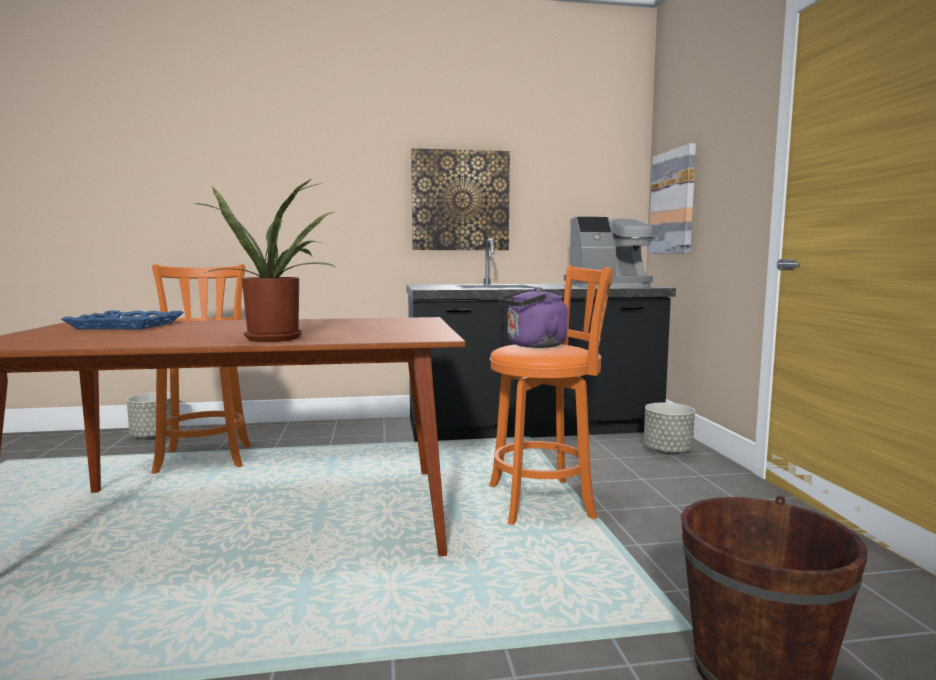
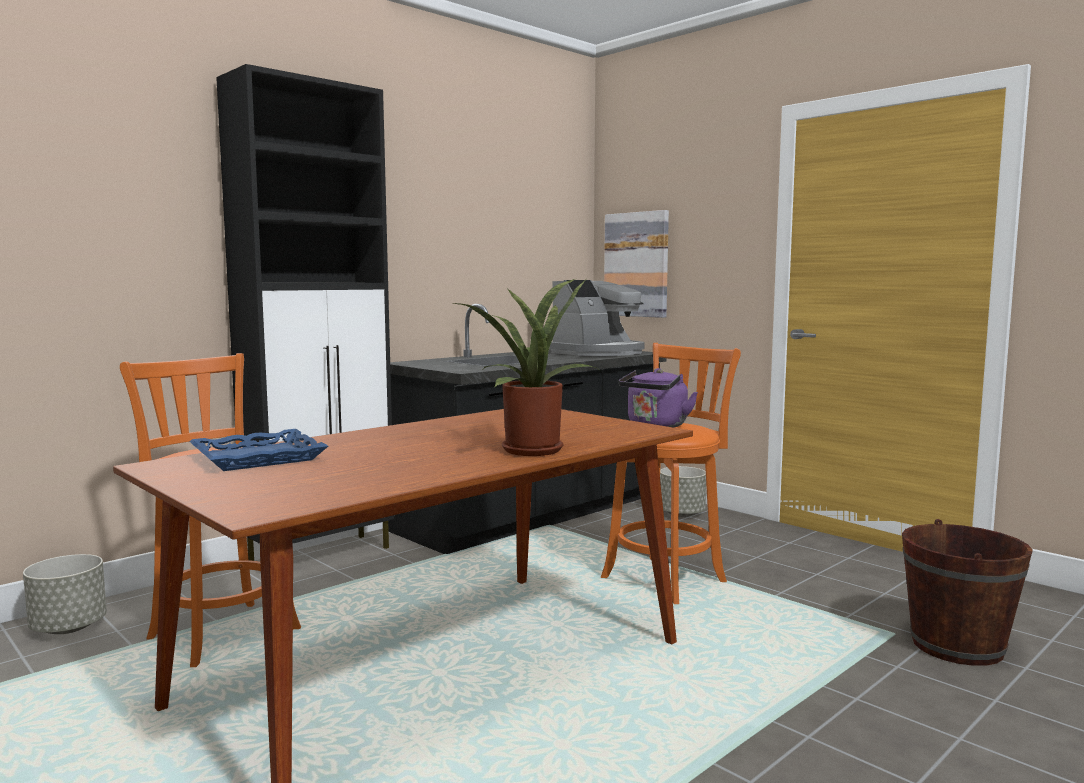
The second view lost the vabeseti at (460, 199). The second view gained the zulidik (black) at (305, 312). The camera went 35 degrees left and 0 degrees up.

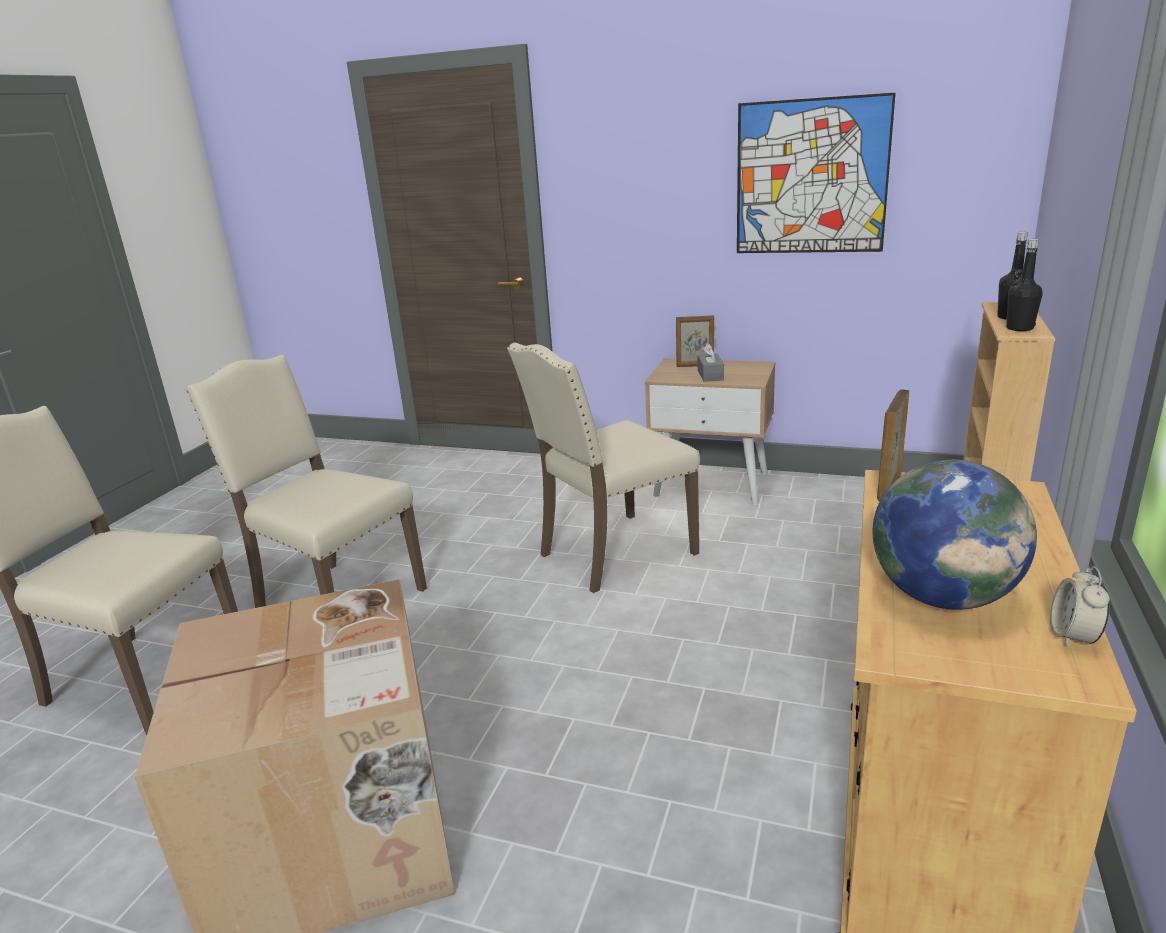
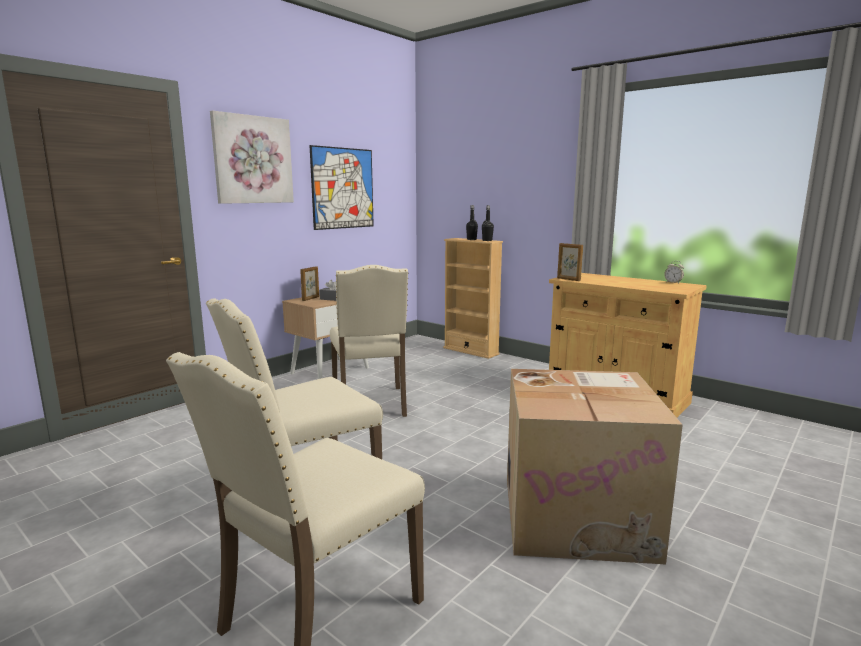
The second view lost the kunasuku at (955, 534). The second view gained the vabeseti at (252, 157). The camera went 70 degrees left and 10 degrees down.

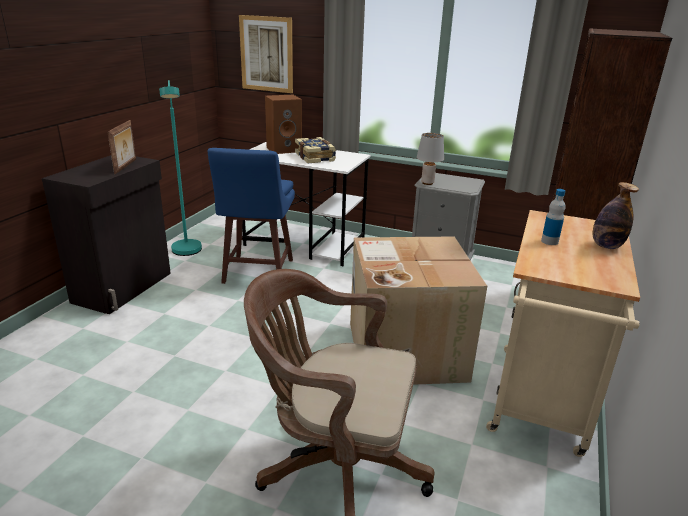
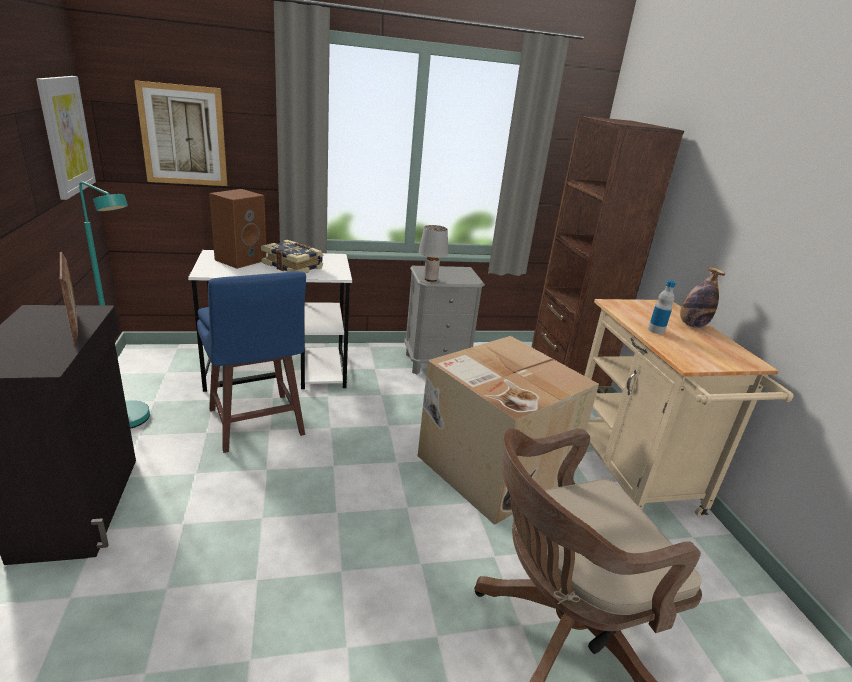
The second view gained the vabeseti at (66, 138). The camera went 35 degrees left and 0 degrees up.

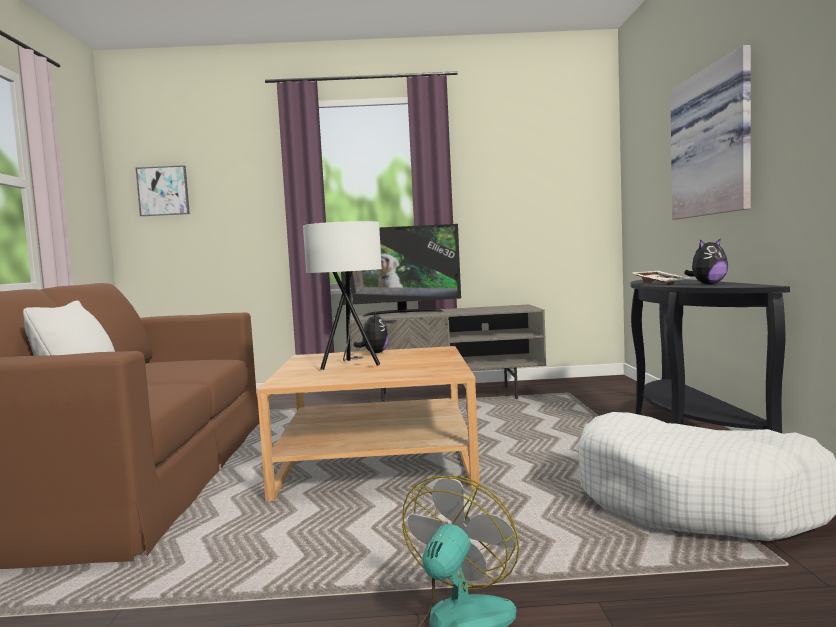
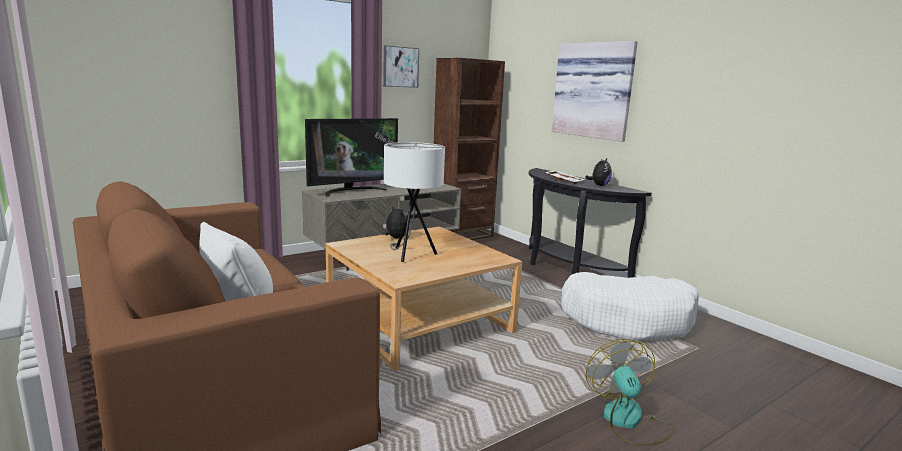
The vabeseti ended up elsewhere, having gone from (163, 190) to (401, 66). The second view gained the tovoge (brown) at (469, 149). The camera went 35 degrees left and 10 degrees up.

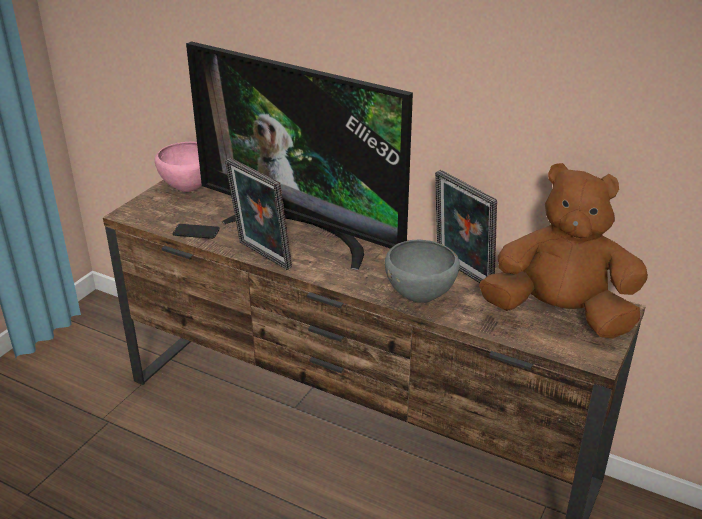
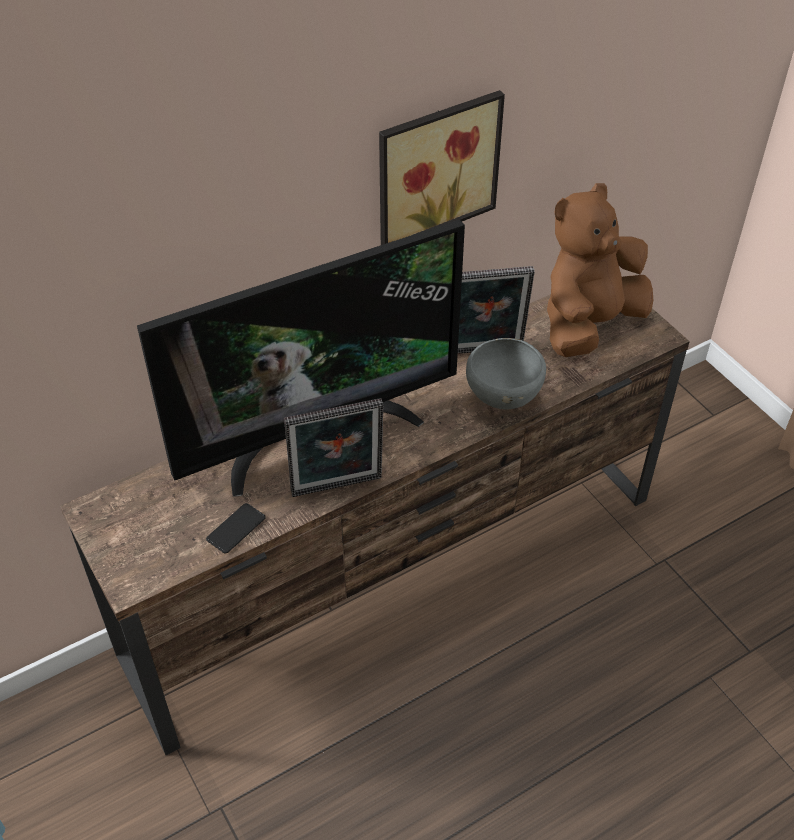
The second view lost the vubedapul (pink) at (178, 167). The second view gained the vabeseti at (442, 167). The camera went 60 degrees left and 15 degrees up.

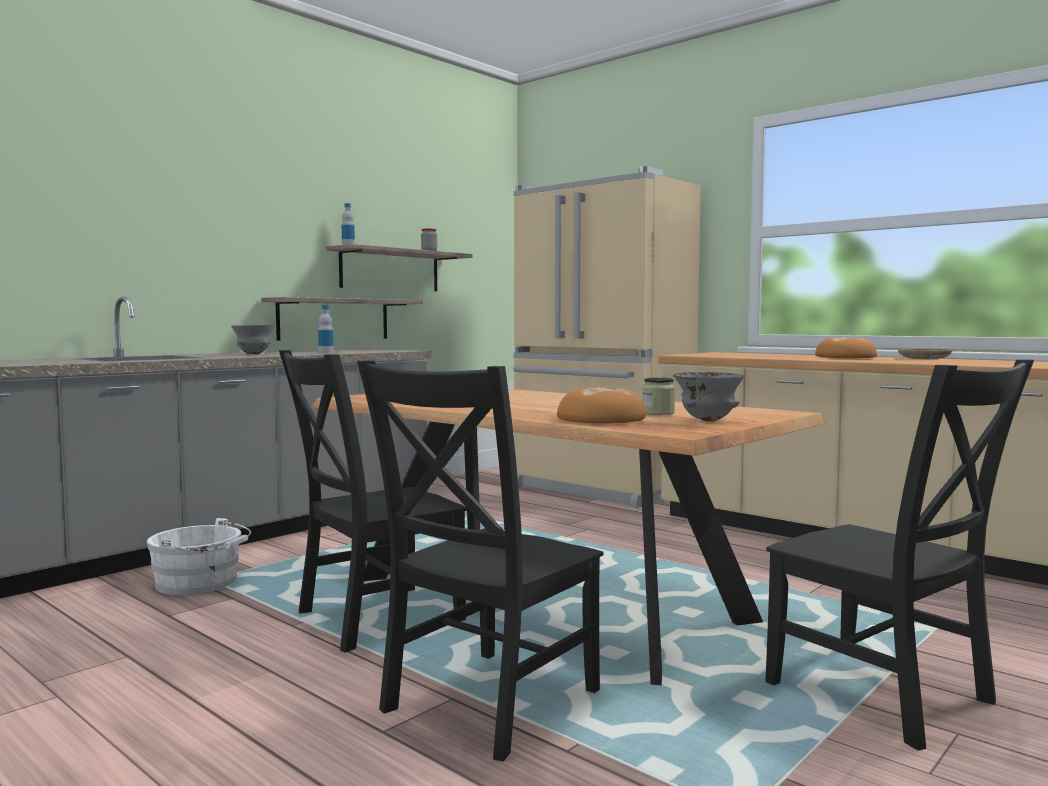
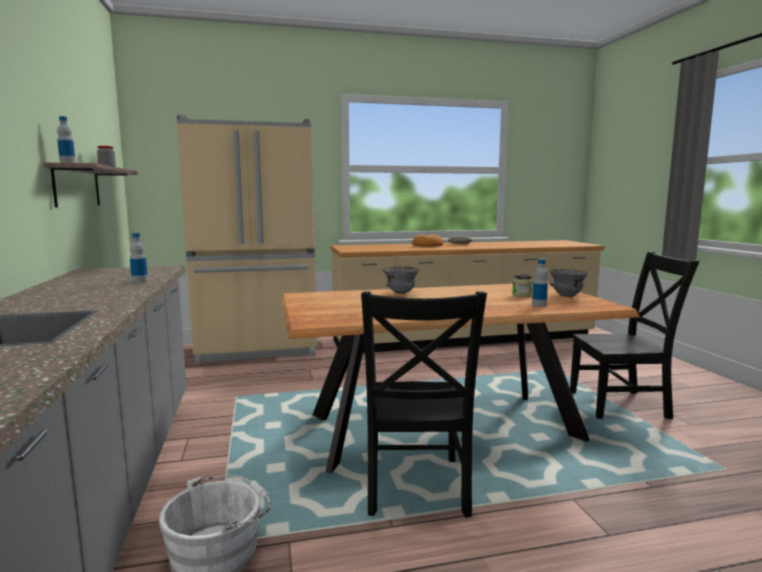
The vubedapul (grey) ended up elsewhere, having gone from (253, 339) to (401, 280). The second view lost the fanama at (342, 319). The second view lost the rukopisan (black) at (480, 560). Where the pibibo stood at (601, 405), the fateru came to stand at (540, 283). The camera went 55 degrees left and 5 degrees up.

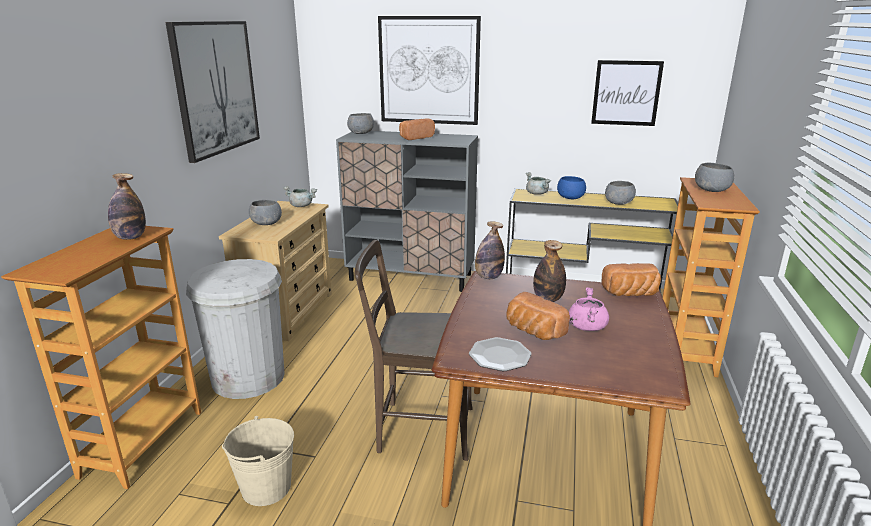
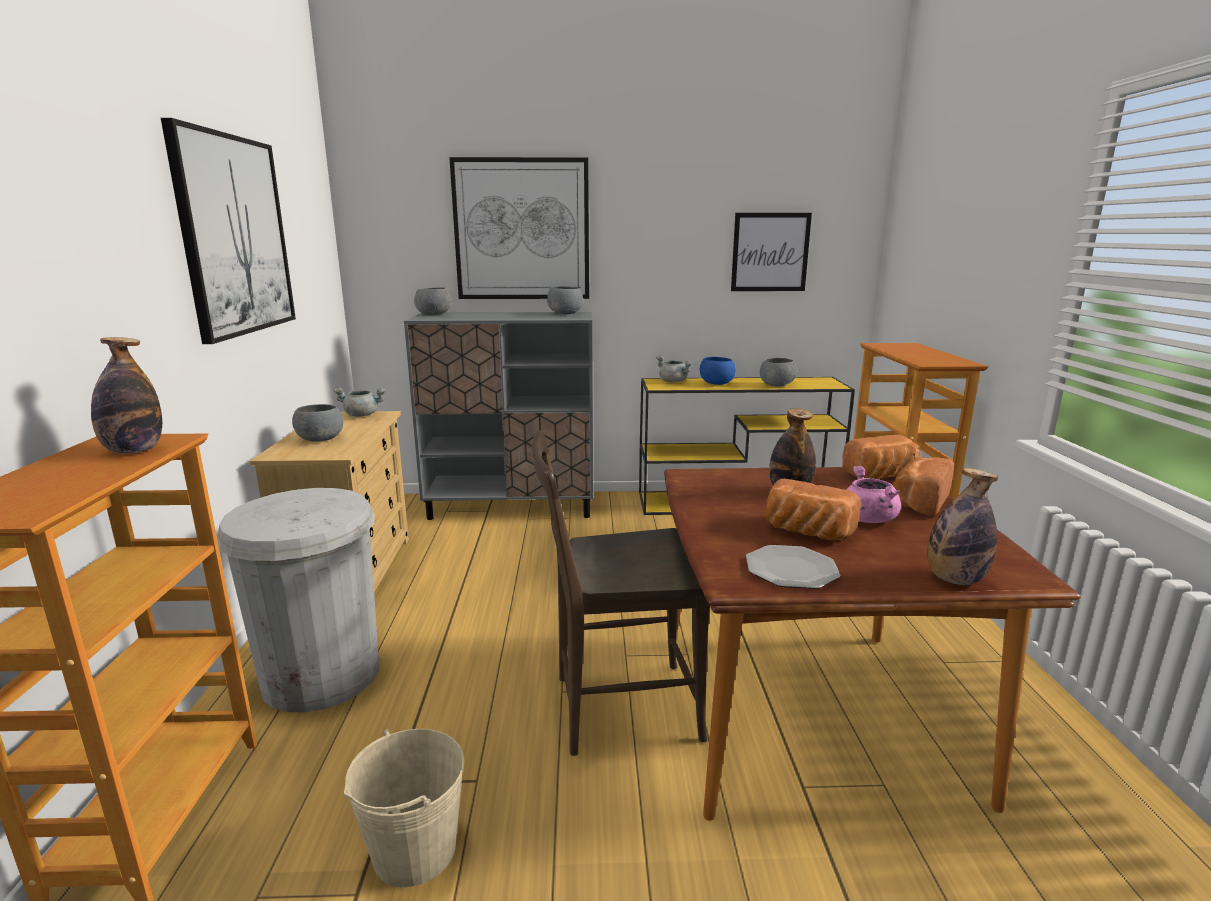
The pibibo ended up elsewhere, having gone from (417, 129) to (923, 486). The fateru ended up elsewhere, having gone from (490, 250) to (963, 526). The vubedapul (grey) ended up elsewhere, having gone from (714, 177) to (565, 300). The camera went 15 degrees left and 5 degrees down.

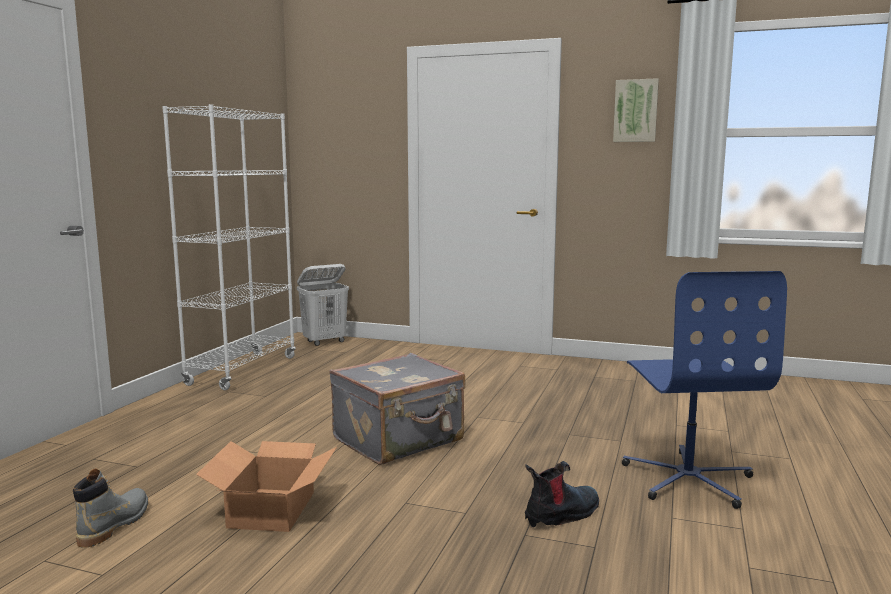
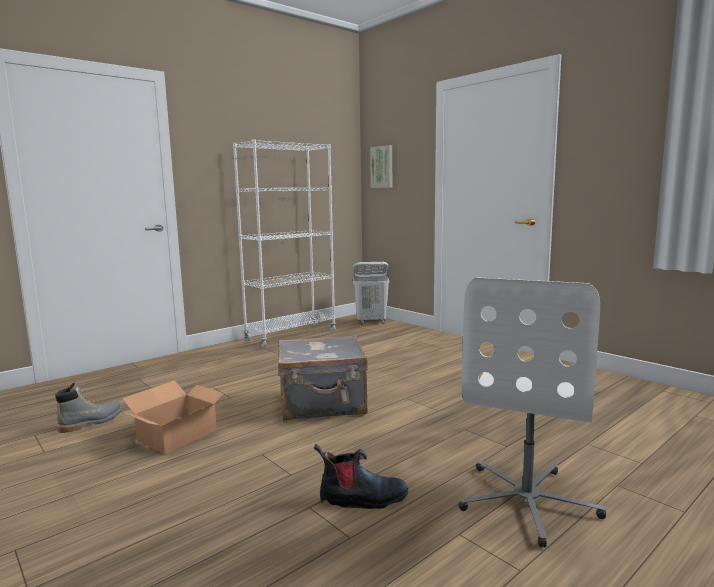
The vabeseti ended up elsewhere, having gone from (636, 110) to (381, 166). What was the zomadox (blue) at (704, 390) turned into the zomadox (white) at (532, 412). The camera went 30 degrees right and 0 degrees up.

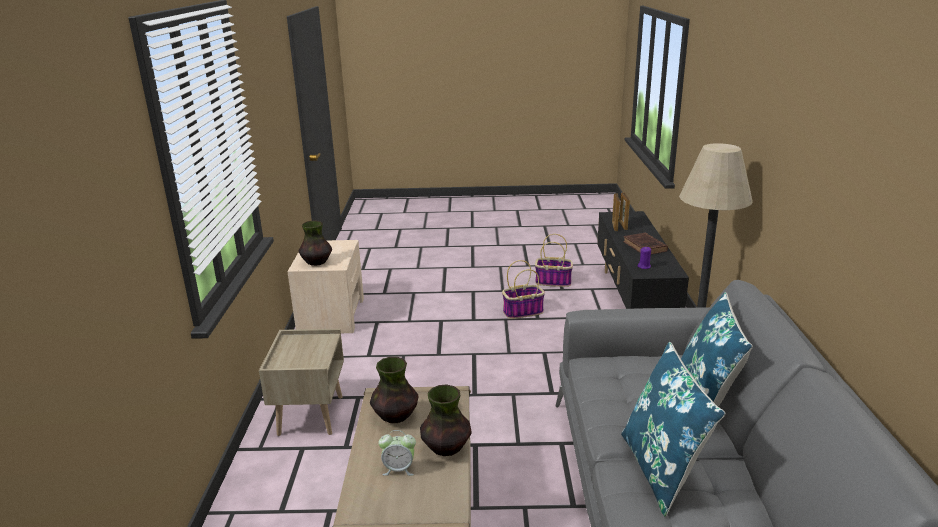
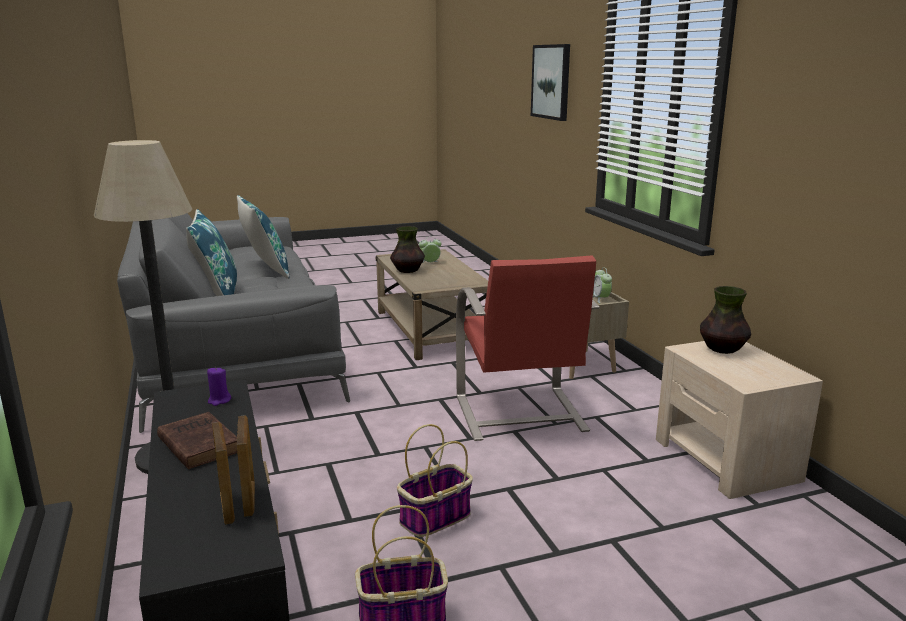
The second view lost the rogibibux at (394, 390). The second view gained the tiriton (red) at (528, 348). The second view gained the vabeseti at (550, 82). The second view gained the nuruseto at (602, 285). The camera went 160 degrees right and 5 degrees down.

